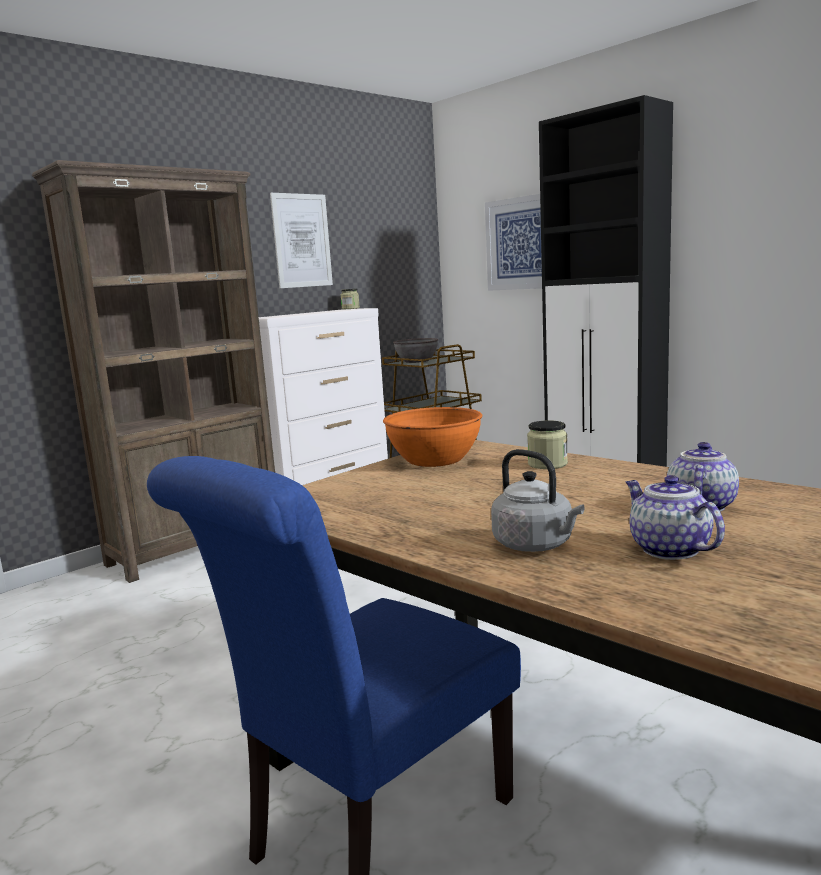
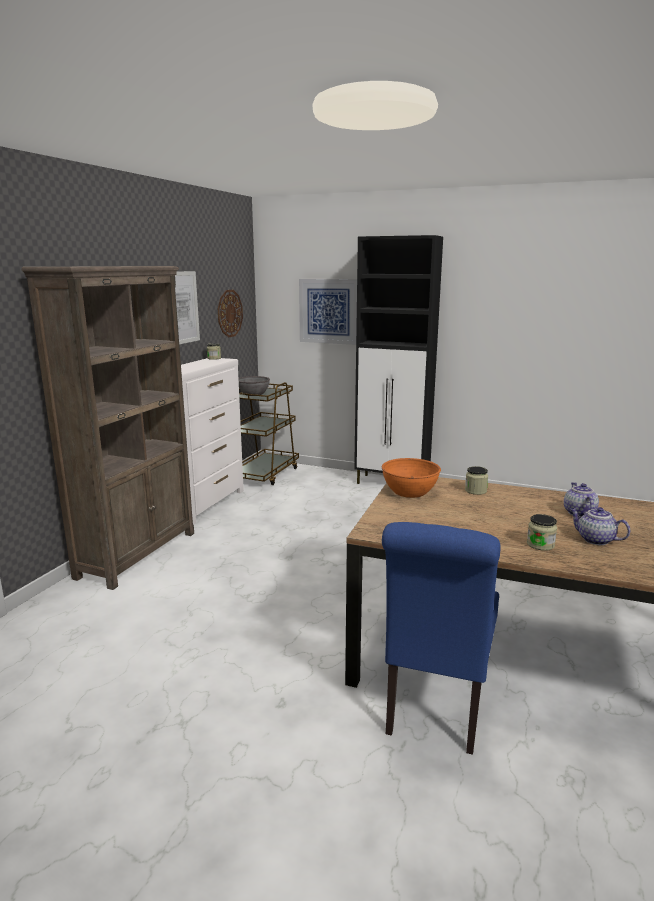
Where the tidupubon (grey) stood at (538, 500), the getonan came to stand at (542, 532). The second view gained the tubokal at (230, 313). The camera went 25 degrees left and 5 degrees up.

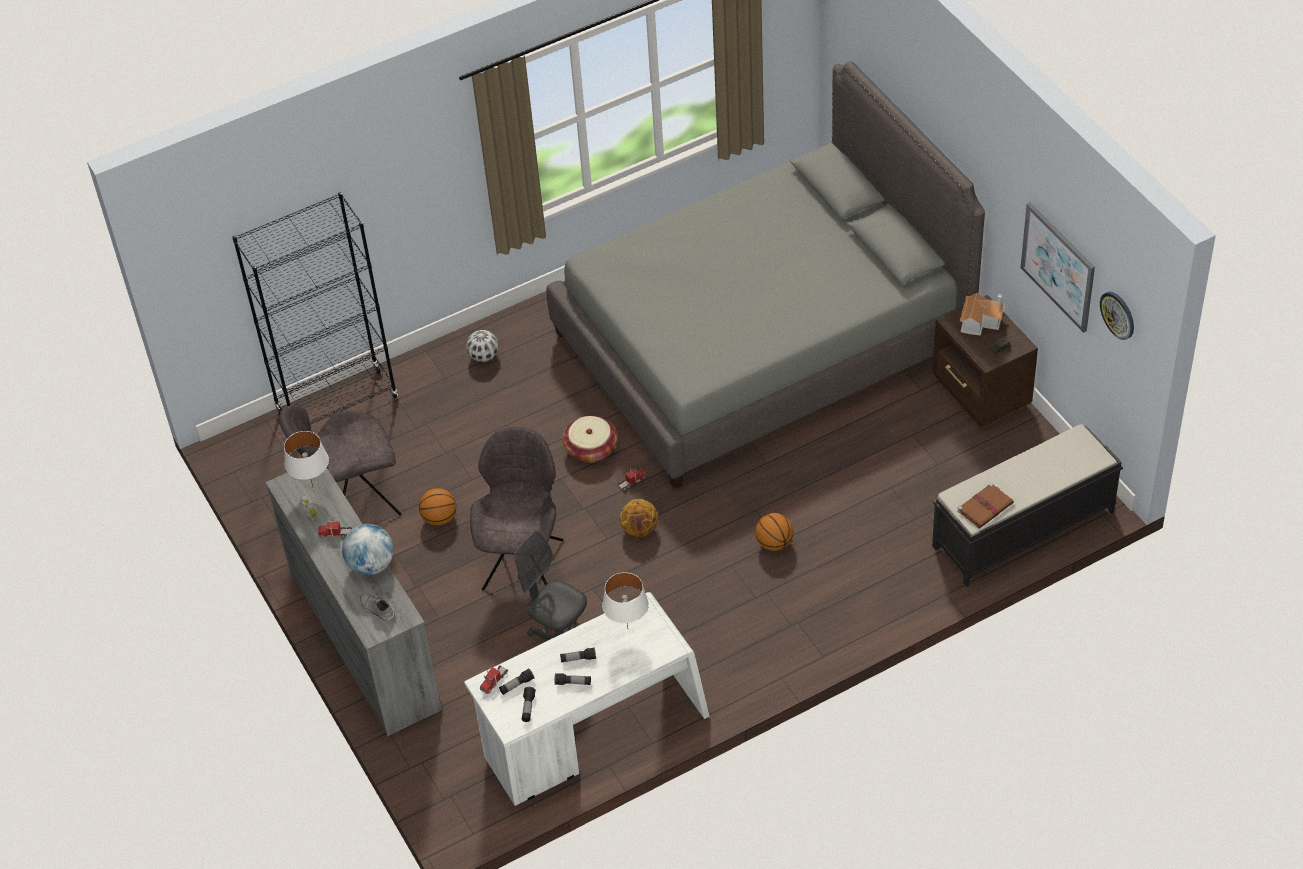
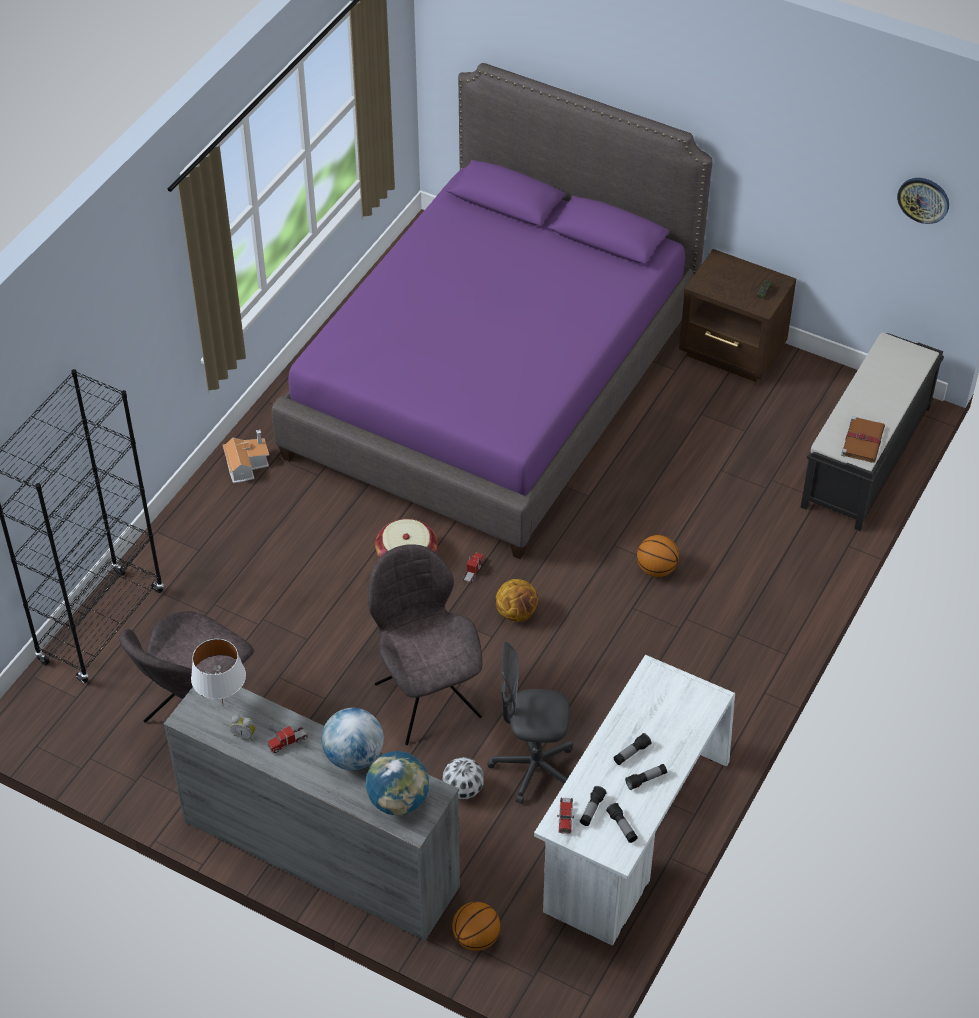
Where the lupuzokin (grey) stood at (377, 607), the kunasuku came to stand at (397, 783). The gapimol ended up elsewhere, having gone from (437, 507) to (476, 926). The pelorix ended up elsewhere, having gone from (482, 346) to (463, 778). What was the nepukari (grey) at (765, 275) turned into the nepukari (purple) at (492, 311). The second view lost the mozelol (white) at (625, 600). The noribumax ended up elsewhere, having gone from (982, 314) to (246, 456). The second view lost the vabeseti at (1058, 267). The camera went 35 degrees left and 0 degrees up.

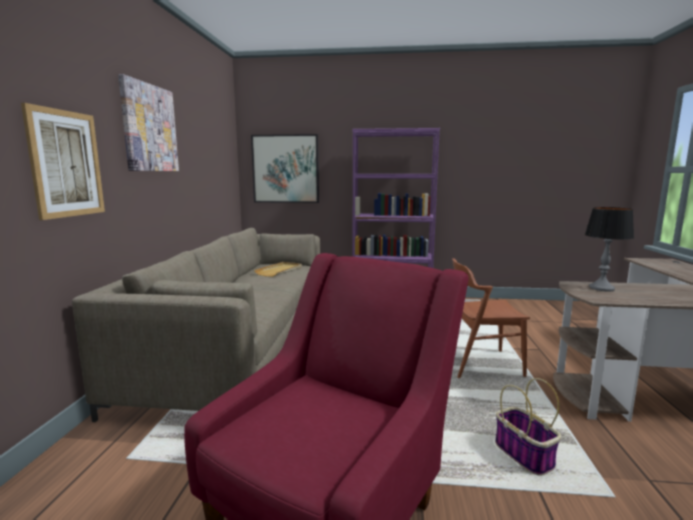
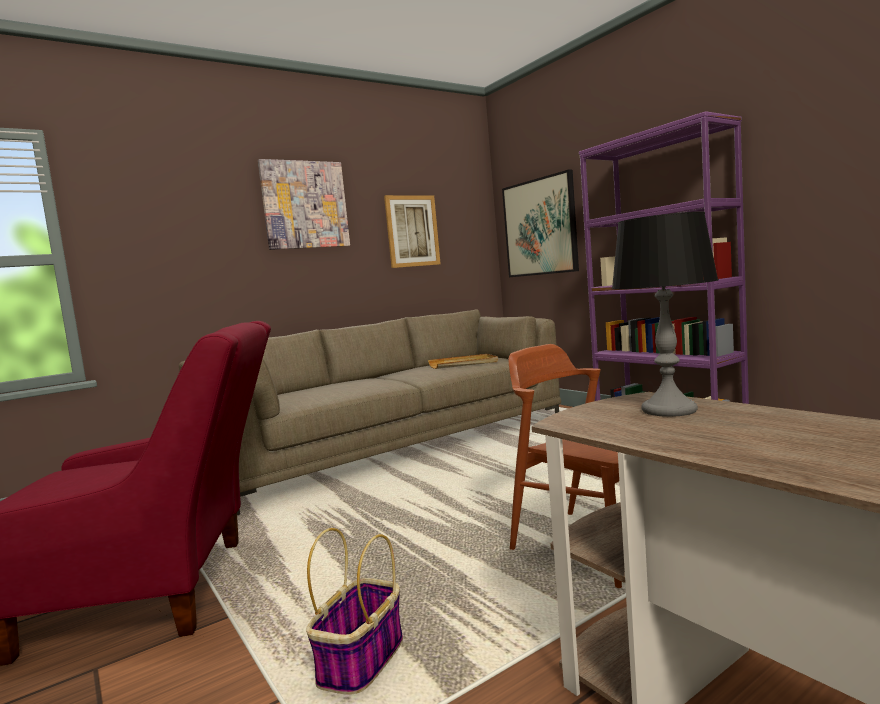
The vabeseti ended up elsewhere, having gone from (63, 161) to (412, 231). The camera went 50 degrees right and 5 degrees down.

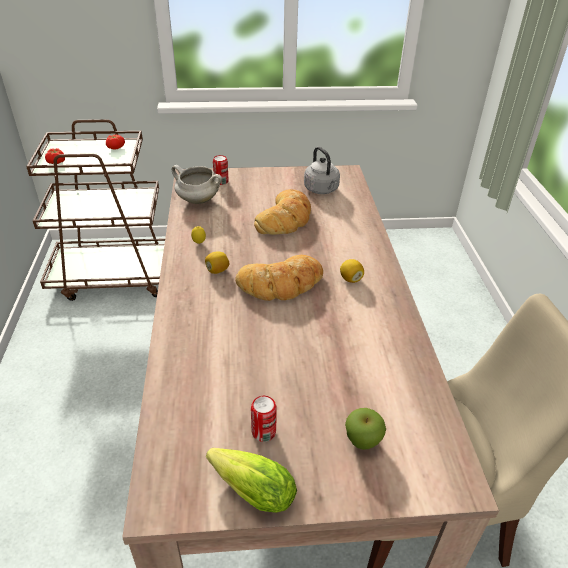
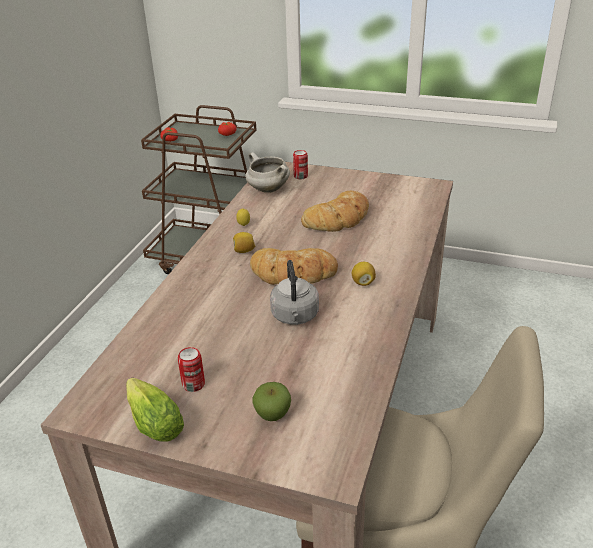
The tidupubon (grey) ended up elsewhere, having gone from (322, 170) to (294, 292). The camera went 25 degrees right and 5 degrees down.

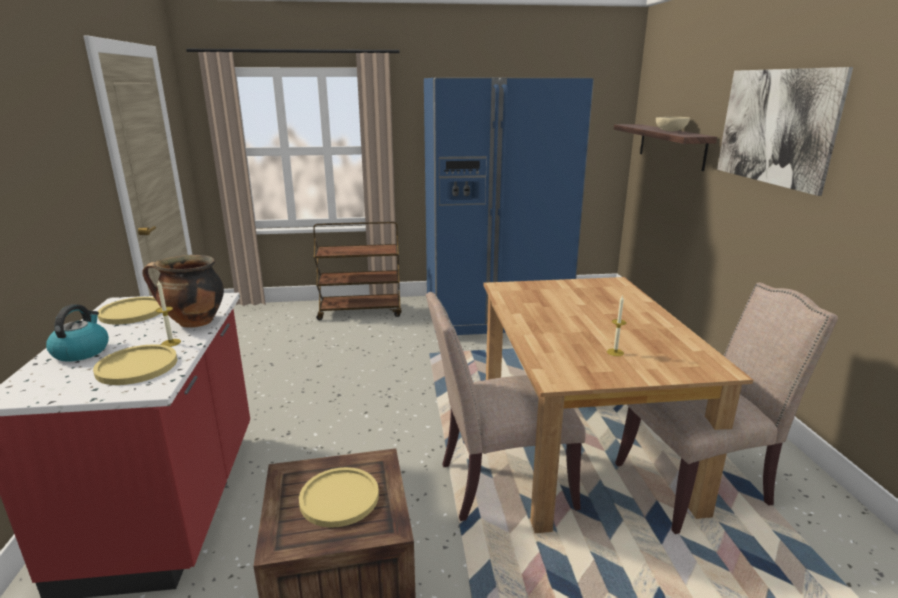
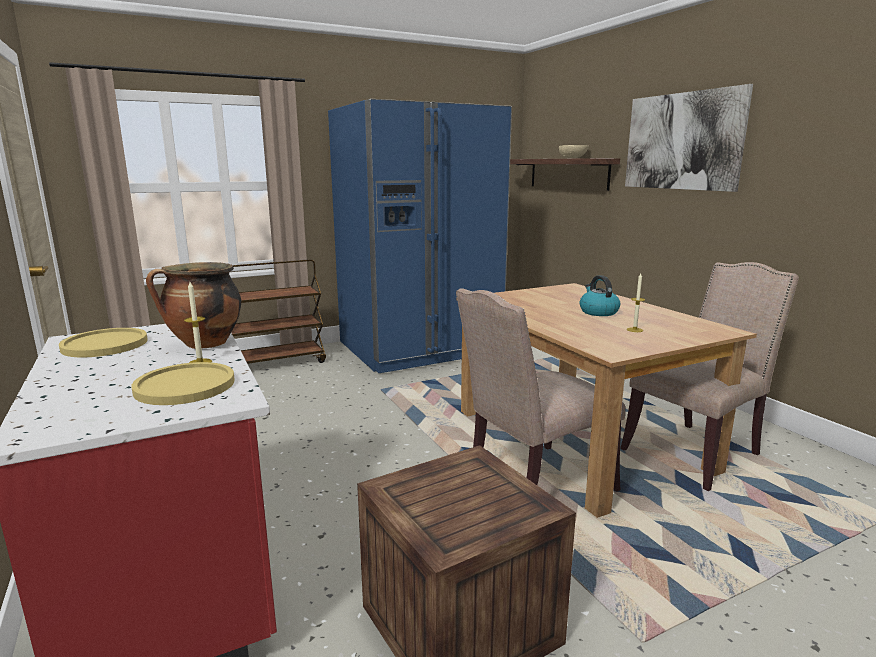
The tidupubon ended up elsewhere, having gone from (77, 333) to (600, 295). The second view lost the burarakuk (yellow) at (339, 497). The camera went 20 degrees left and 5 degrees down.

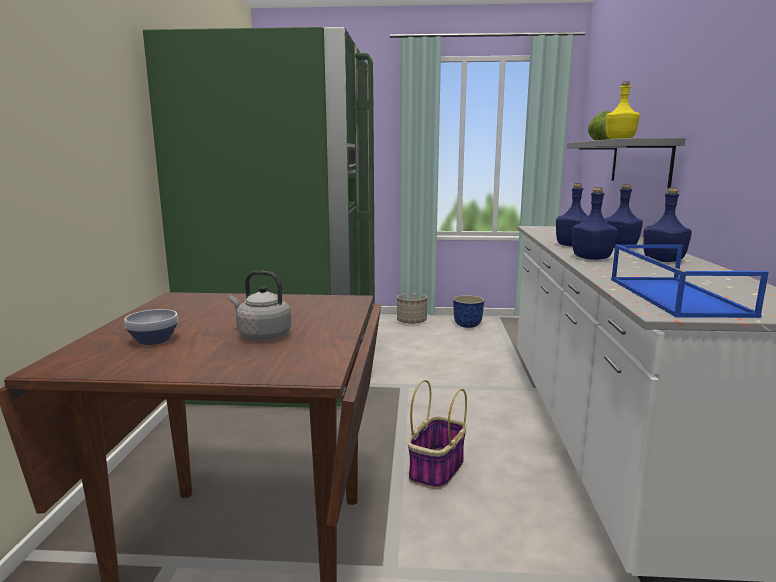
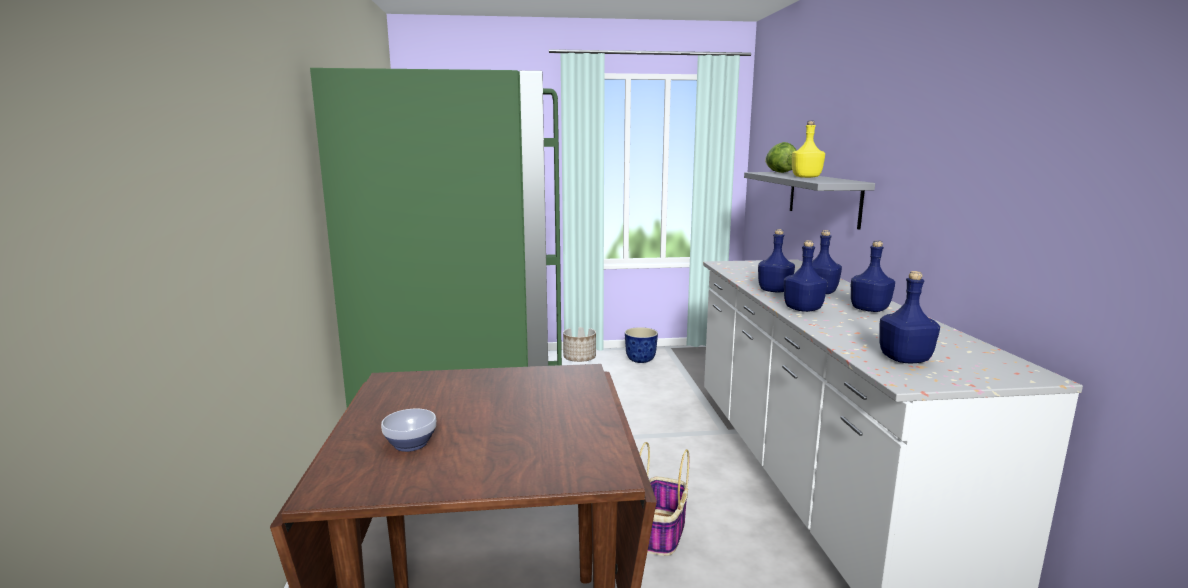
The second view lost the tidupubon (grey) at (260, 305). Where the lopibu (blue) stood at (690, 281), the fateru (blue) came to stand at (909, 317). The camera went 10 degrees left and 0 degrees up.

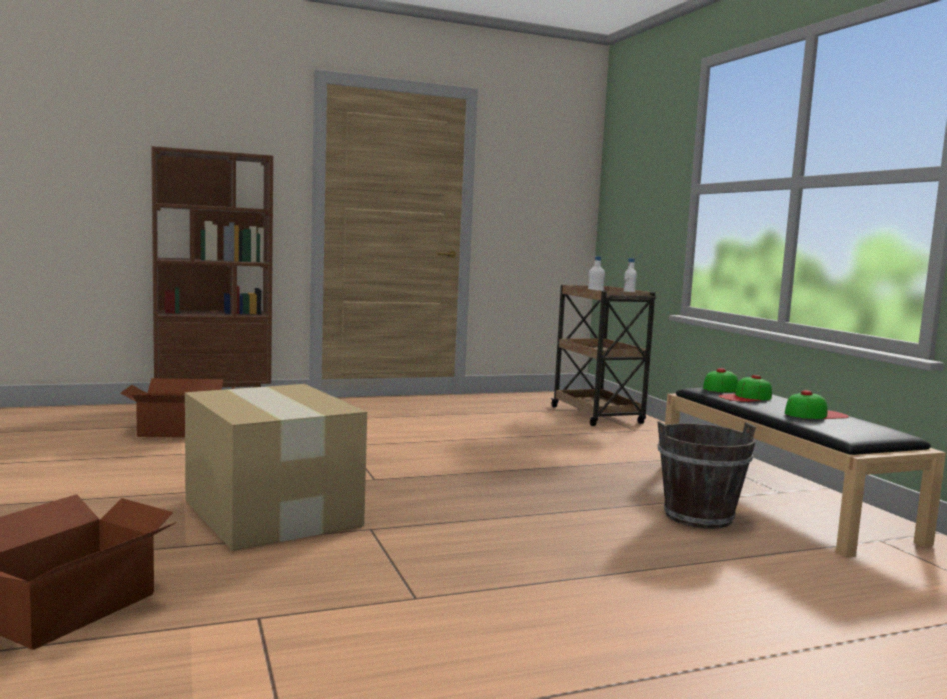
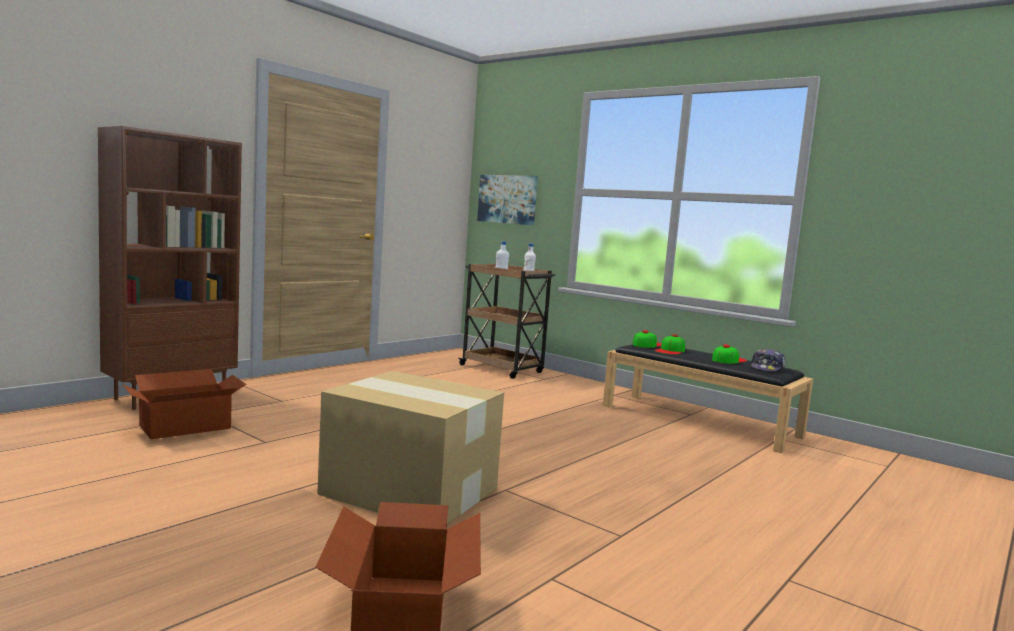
The second view lost the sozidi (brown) at (706, 475). The second view gained the vabeseti at (507, 200). The second view gained the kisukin at (768, 360). The camera went 30 degrees left and 0 degrees up.

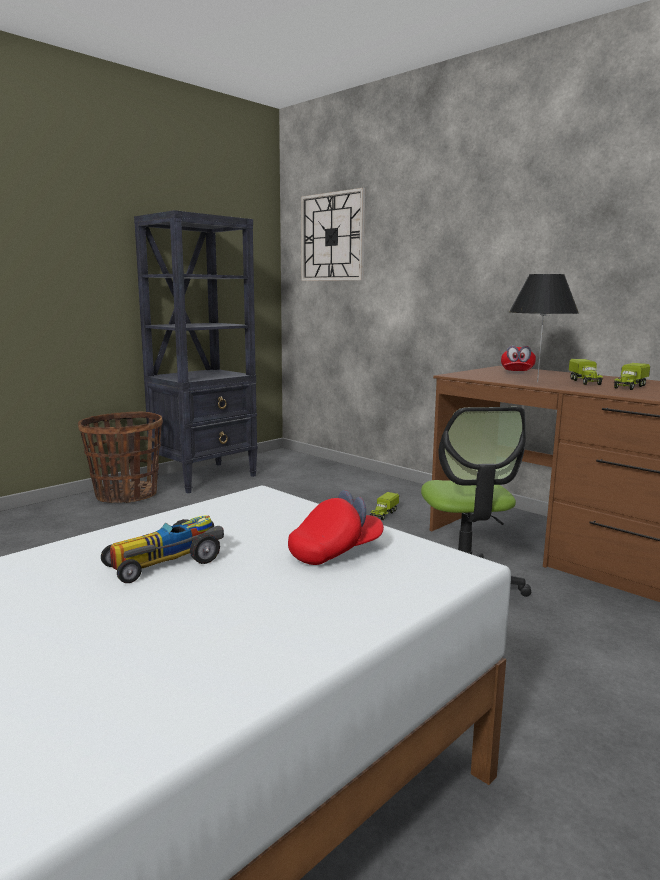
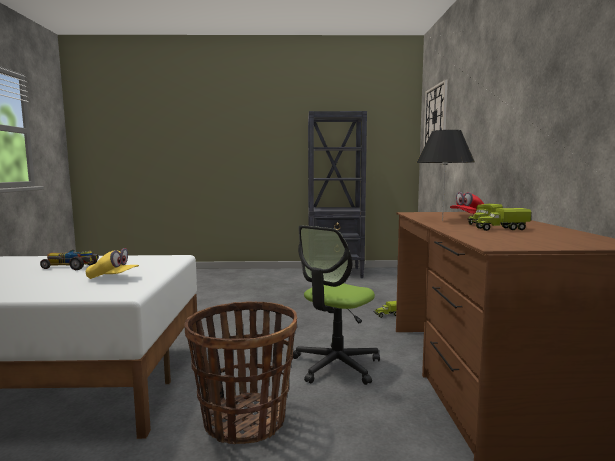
The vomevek ended up elsewhere, having gone from (120, 457) to (240, 372). What was the kisukin (red) at (336, 527) turned into the kisukin (yellow) at (112, 263). The camera went 45 degrees right and 5 degrees down.

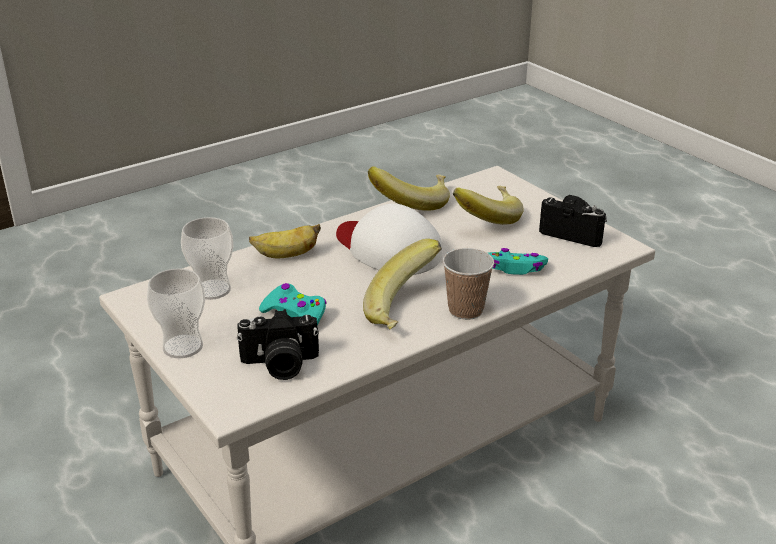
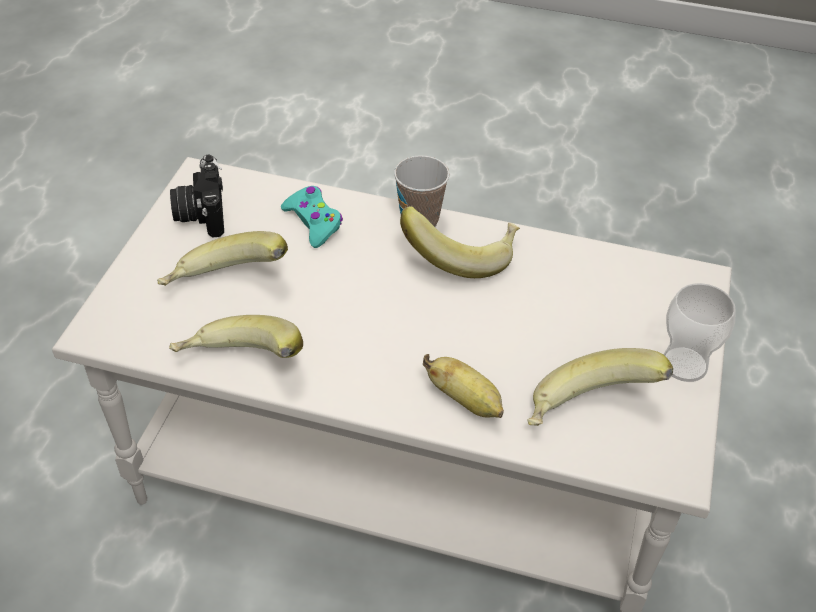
Where the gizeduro stood at (207, 258), the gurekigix came to stand at (600, 387). The second view lost the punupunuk at (277, 344). The second view lost the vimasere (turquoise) at (293, 304). The second view lost the kisukin (white) at (389, 239). The camera went 130 degrees left and 15 degrees up.

